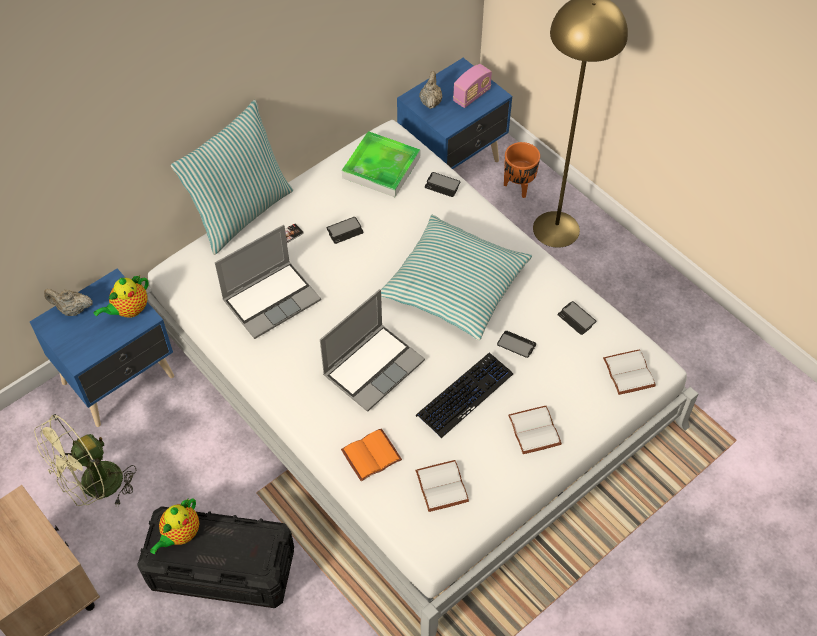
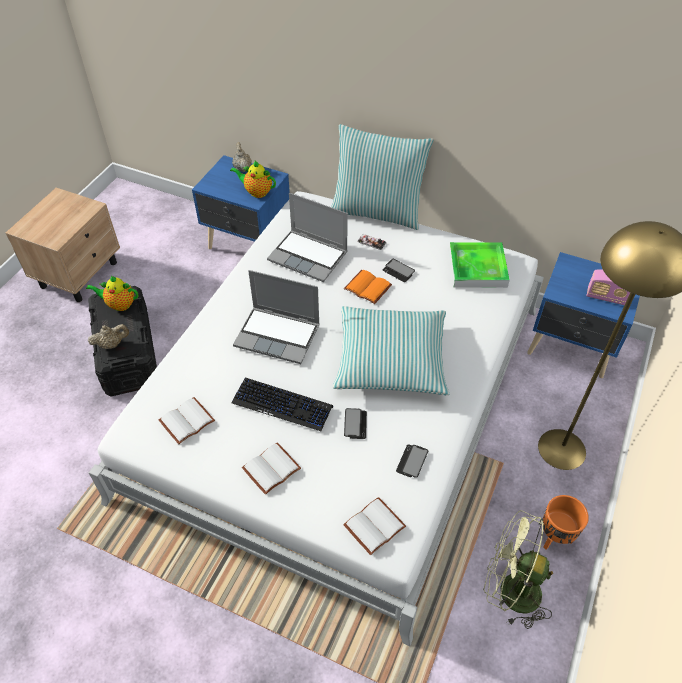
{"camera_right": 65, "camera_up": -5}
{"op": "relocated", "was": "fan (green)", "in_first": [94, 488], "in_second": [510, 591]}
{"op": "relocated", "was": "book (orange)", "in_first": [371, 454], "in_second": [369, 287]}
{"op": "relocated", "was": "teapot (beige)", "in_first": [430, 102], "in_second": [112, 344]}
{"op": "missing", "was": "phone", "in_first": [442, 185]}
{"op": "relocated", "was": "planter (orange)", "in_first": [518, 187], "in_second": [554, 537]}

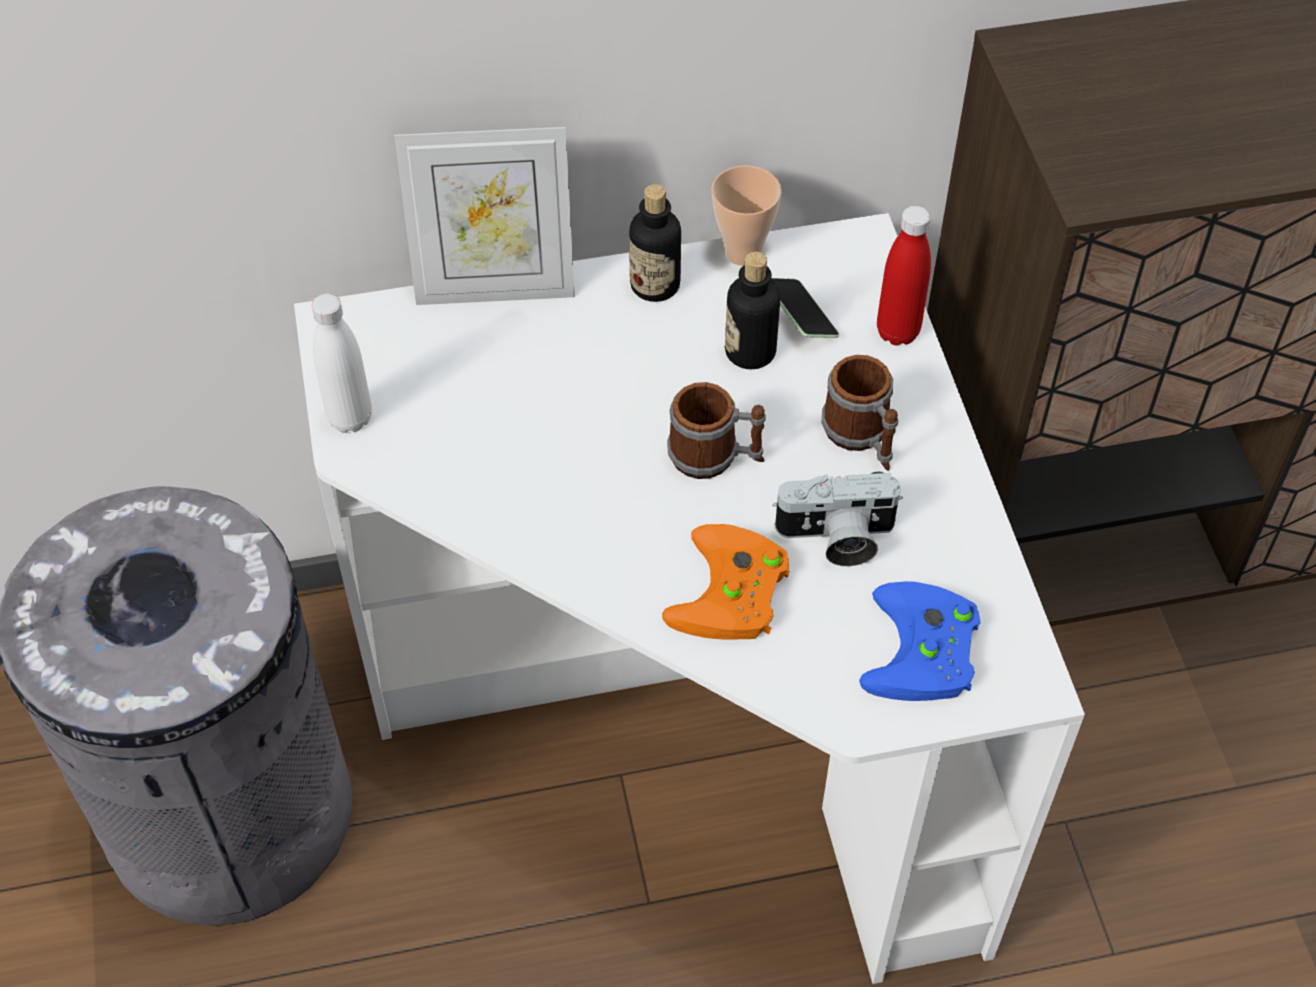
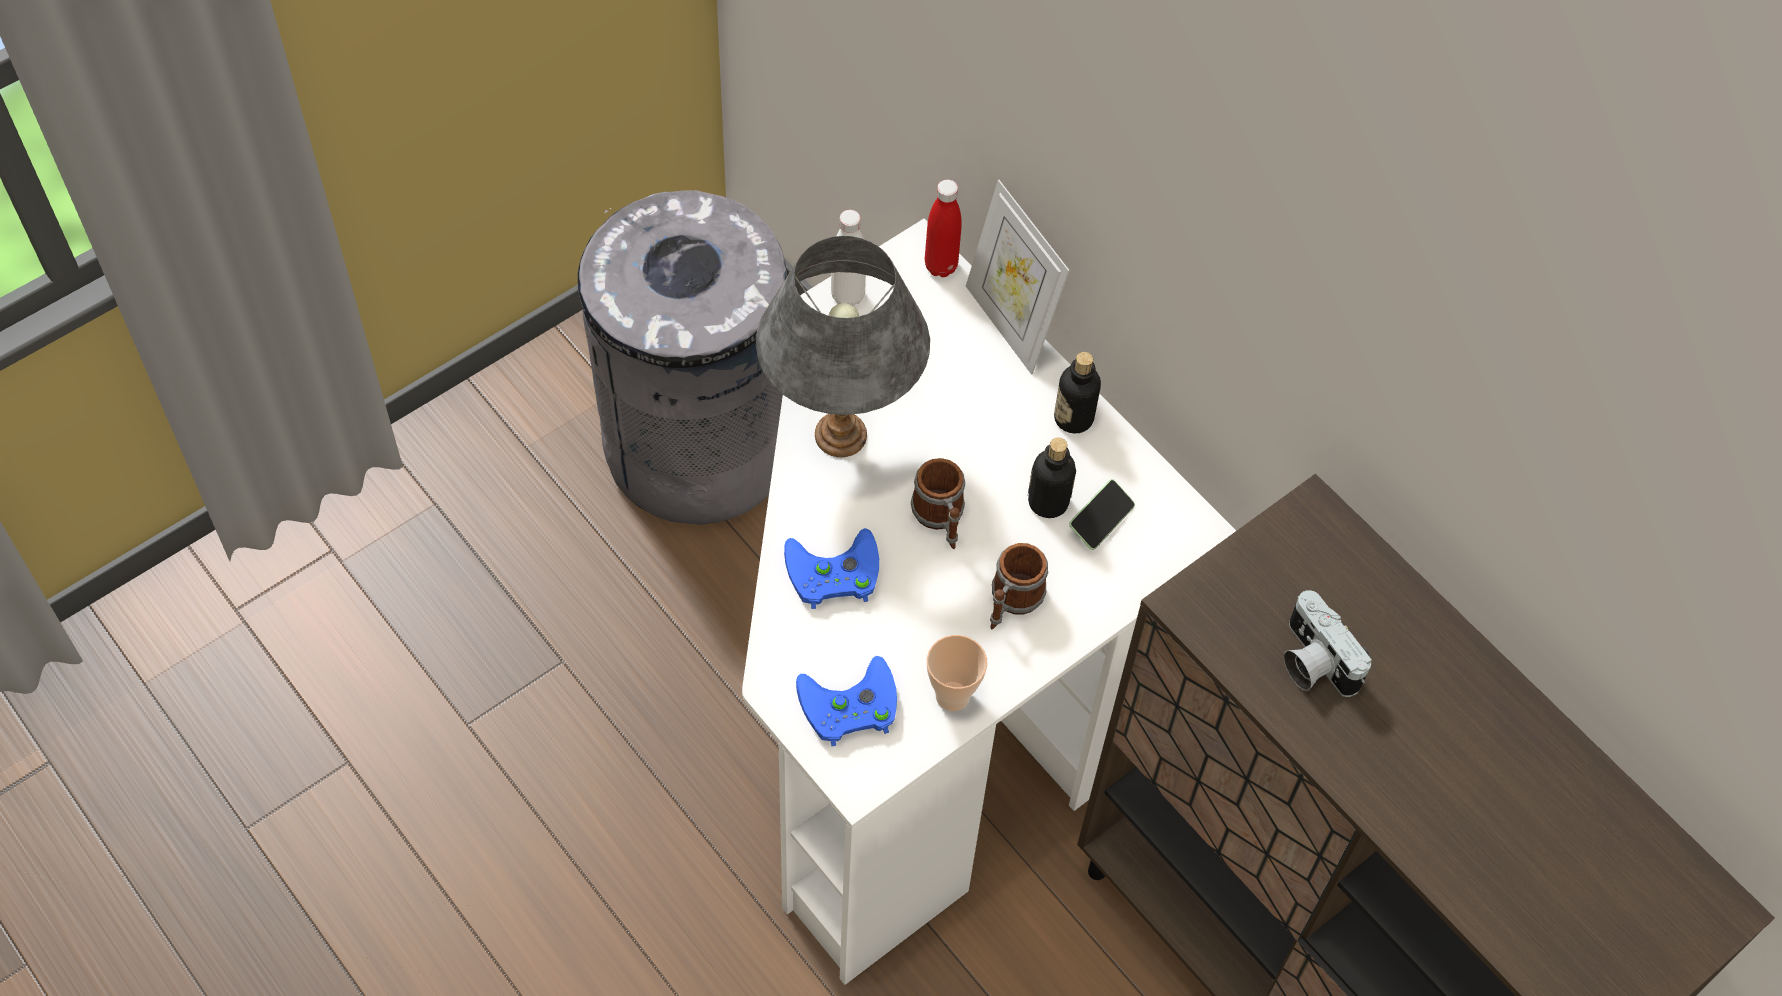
{"camera_right": 60, "camera_up": 5}
{"op": "colour", "was": "game controller (orange)", "now": "game controller (blue)", "in_first": [732, 595], "in_second": [830, 575]}
{"op": "relocated", "was": "cup", "in_first": [743, 252], "in_second": [952, 696]}
{"op": "relocated", "was": "photo camera", "in_first": [836, 538], "in_second": [1312, 661]}
{"op": "relocated", "was": "bottle (red)", "in_first": [897, 332], "in_second": [940, 266]}
{"op": "appeared", "now": "table lamp (grey)", "in_second": [842, 434]}

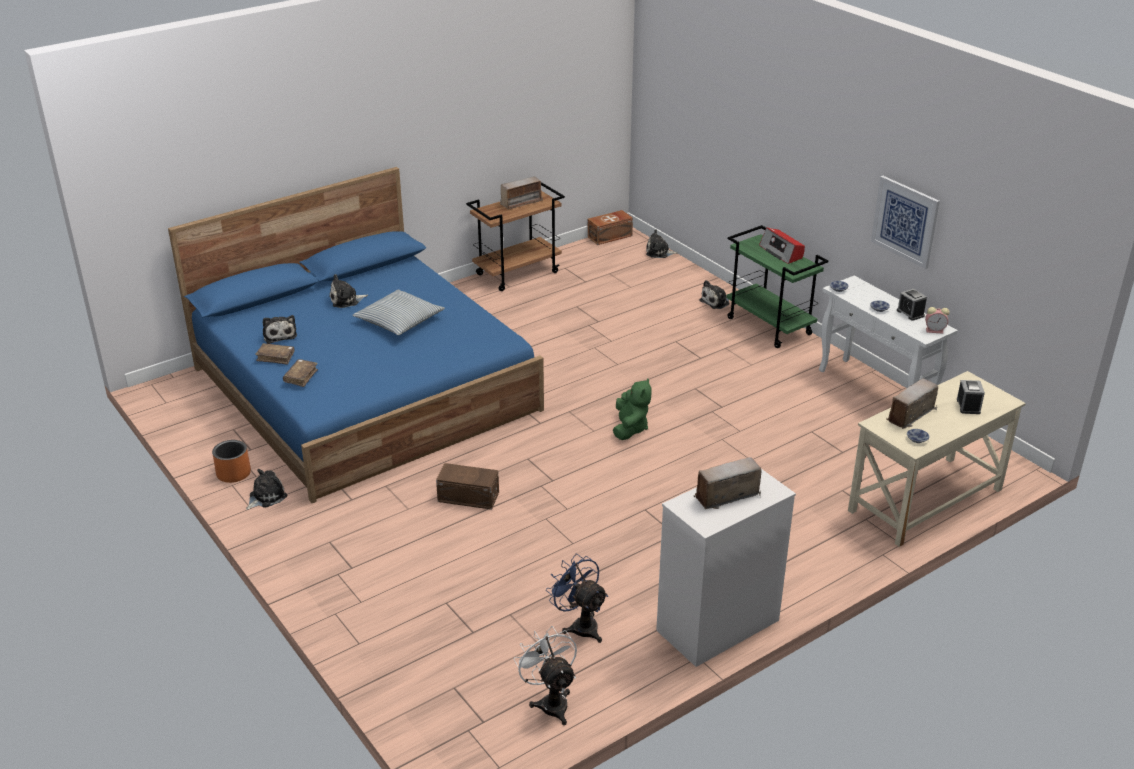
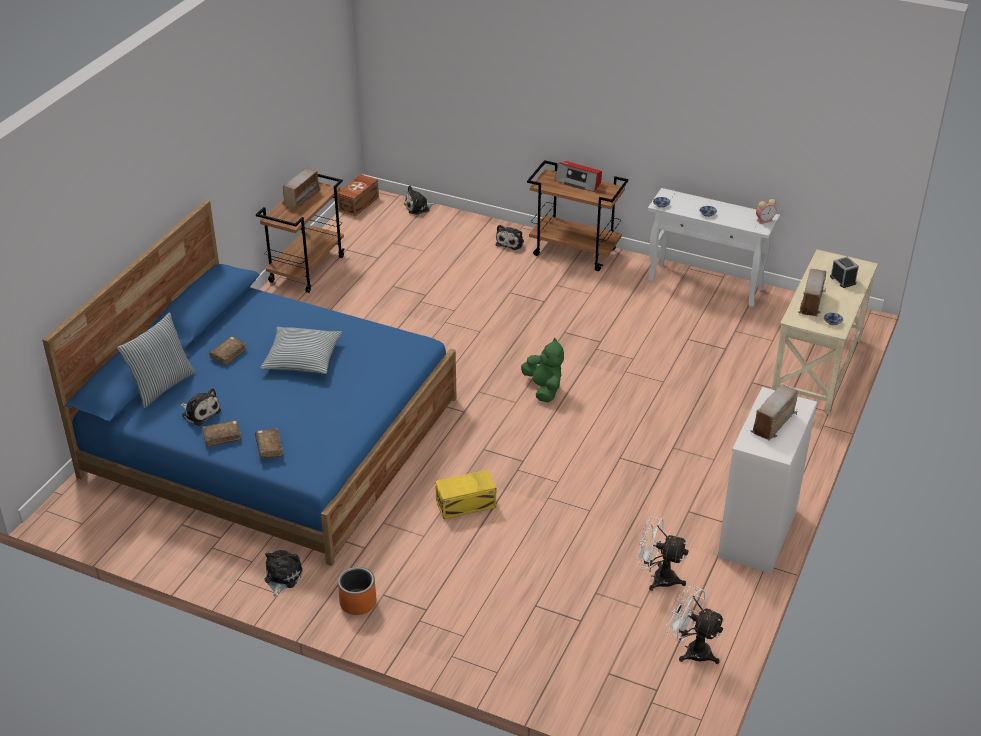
{"camera_right": -30, "camera_up": 5}
{"op": "relocated", "was": "planter (orange)", "in_first": [234, 473], "in_second": [358, 602]}
{"op": "exchanged", "was": "plush toy", "now": "book (brown)", "in_first": [346, 300], "in_second": [228, 354]}
{"op": "colour", "was": "storage box (brown)", "now": "storage box (yellow)", "in_first": [469, 497], "in_second": [467, 504]}
{"op": "colour", "was": "fan (blue)", "now": "fan (white)", "in_first": [580, 625], "in_second": [657, 578]}
{"op": "colour", "was": "cart (green)", "now": "cart (brown)", "in_first": [770, 326], "in_second": [575, 252]}
{"op": "missing", "was": "picture", "in_first": [905, 221]}
{"op": "missing", "was": "alarm clock", "in_first": [910, 313]}
{"op": "appeared", "now": "pillow", "in_second": [162, 385]}

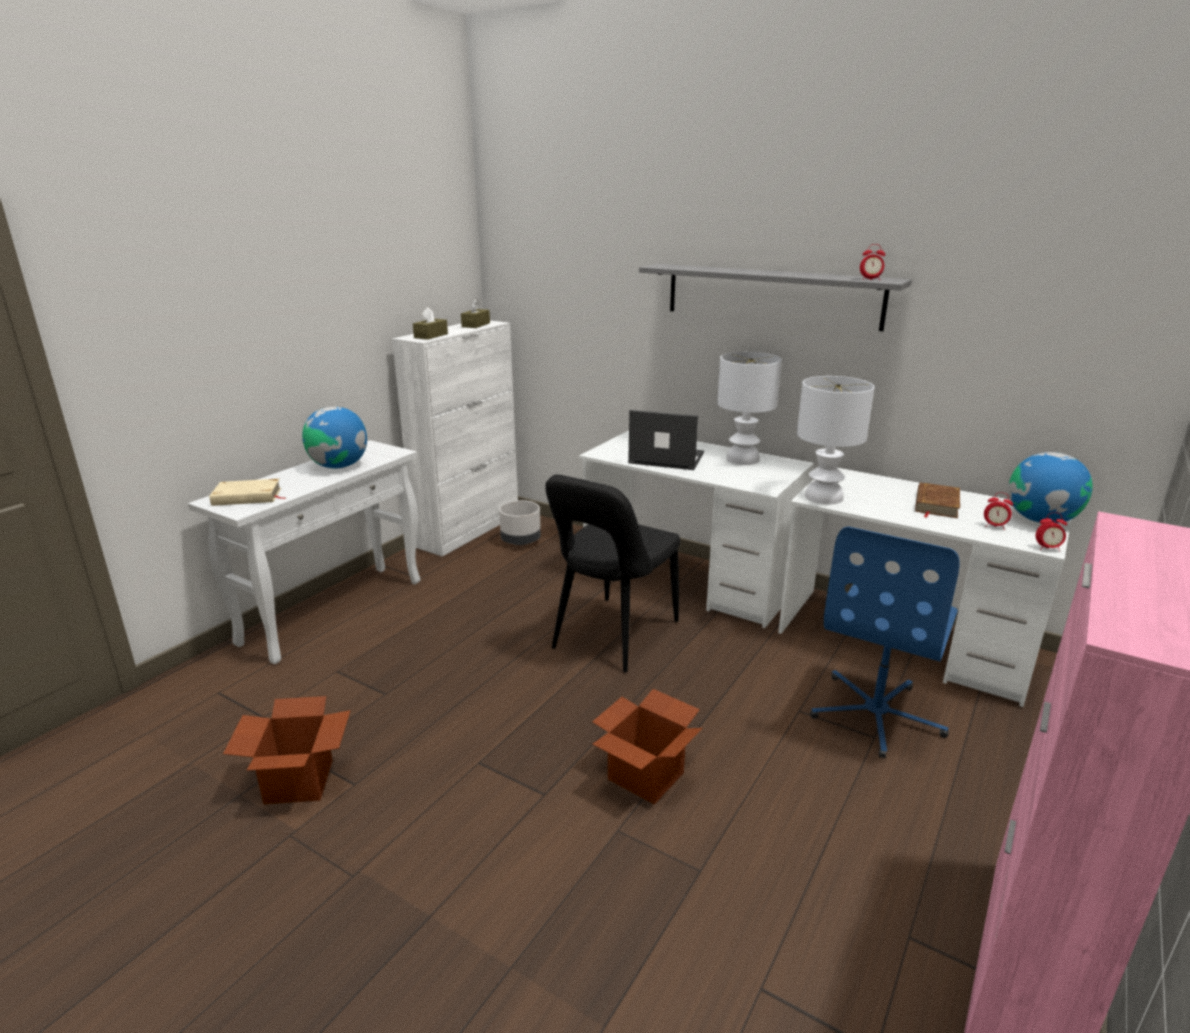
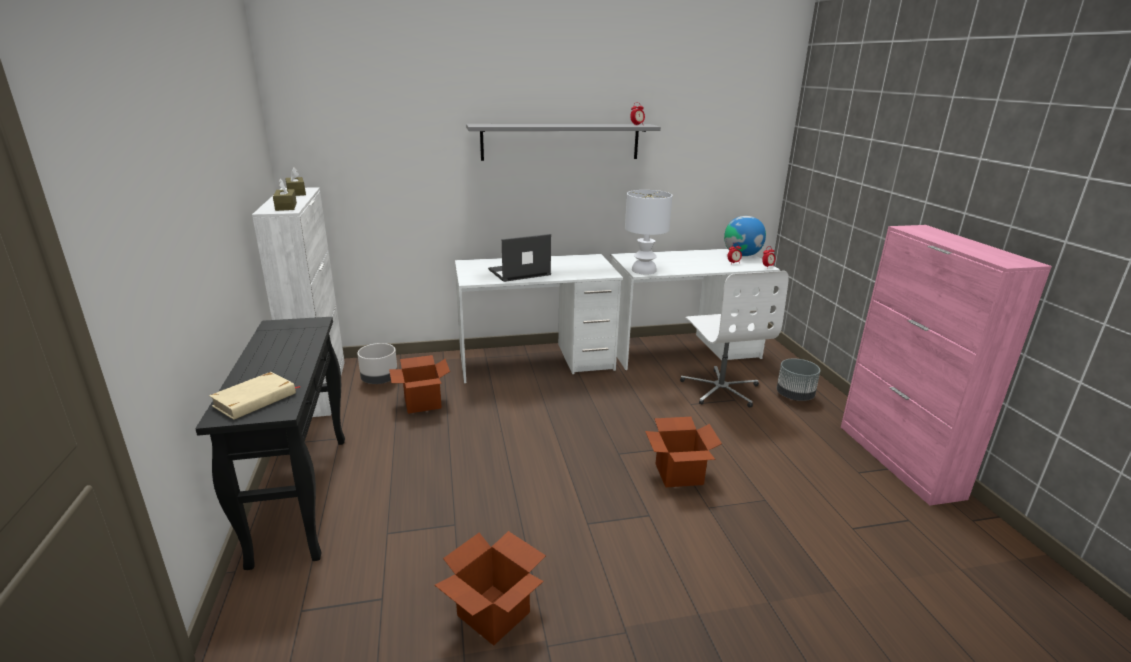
{"camera_right": -45, "camera_up": 0}
{"op": "colour", "was": "console table (white)", "now": "console table (black)", "in_first": [334, 610], "in_second": [301, 495]}
{"op": "missing", "was": "globe", "in_first": [339, 466]}
{"op": "missing", "was": "chair (black)", "in_first": [612, 637]}
{"op": "missing", "was": "table lamp (white)", "in_first": [742, 459]}
{"op": "colour", "was": "office chair (blue)", "now": "office chair (white)", "in_first": [876, 714], "in_second": [721, 389]}
{"op": "missing", "was": "book (brown)", "in_first": [936, 504]}
{"op": "appeared", "now": "cardboard box", "in_second": [422, 403]}
{"op": "appeared", "now": "planter (grey)", "in_second": [795, 396]}

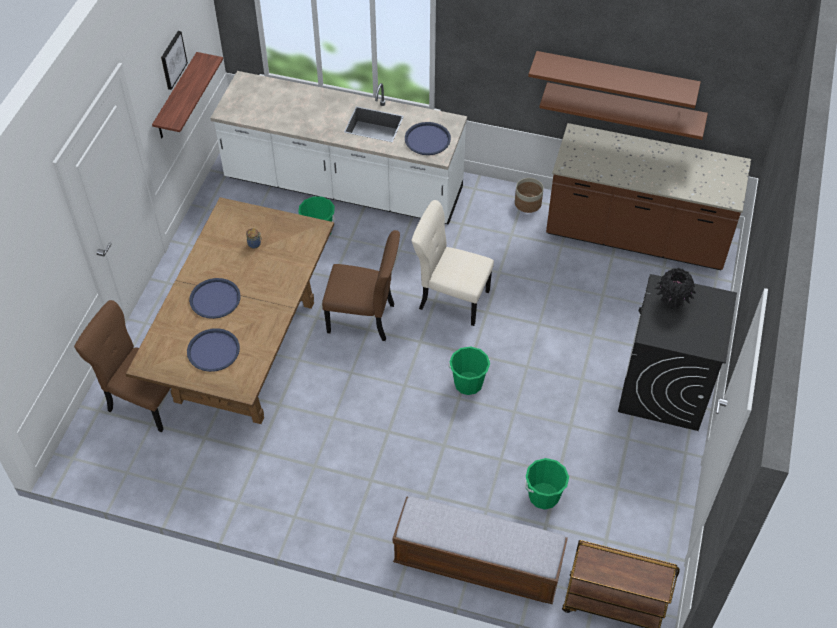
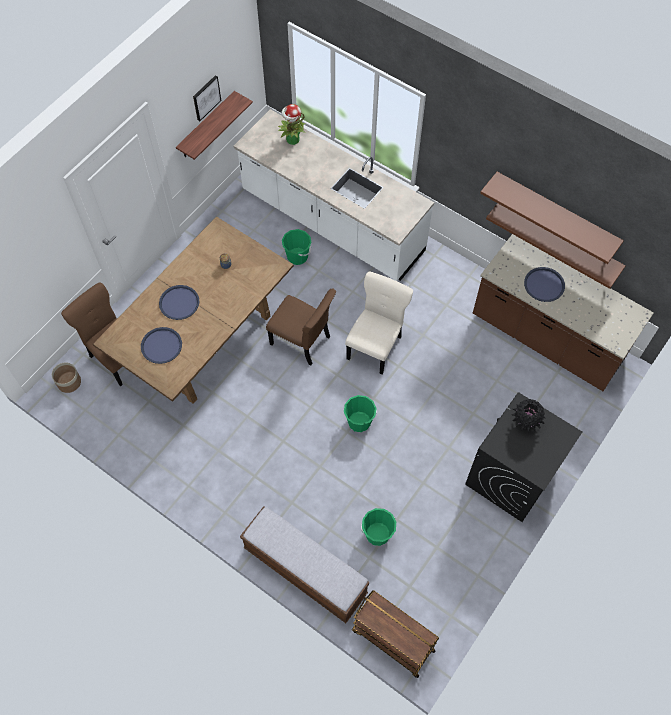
{"camera_right": 20, "camera_up": 10}
{"op": "relocated", "was": "tray (blue)", "in_first": [427, 139], "in_second": [544, 285]}
{"op": "spun", "was": "chair (beige)", "in_first": [451, 299], "in_second": [375, 346], "clockwise": 75}
{"op": "relocated", "was": "planter", "in_first": [527, 203], "in_second": [69, 382]}
{"op": "appeared", "now": "potted plant", "in_second": [292, 140]}

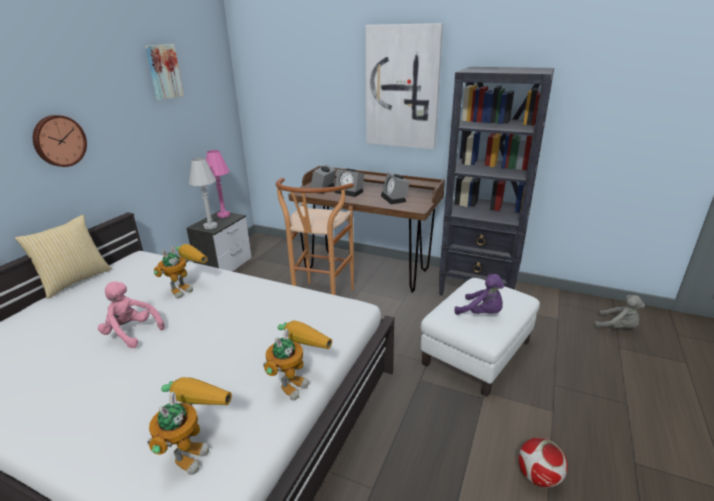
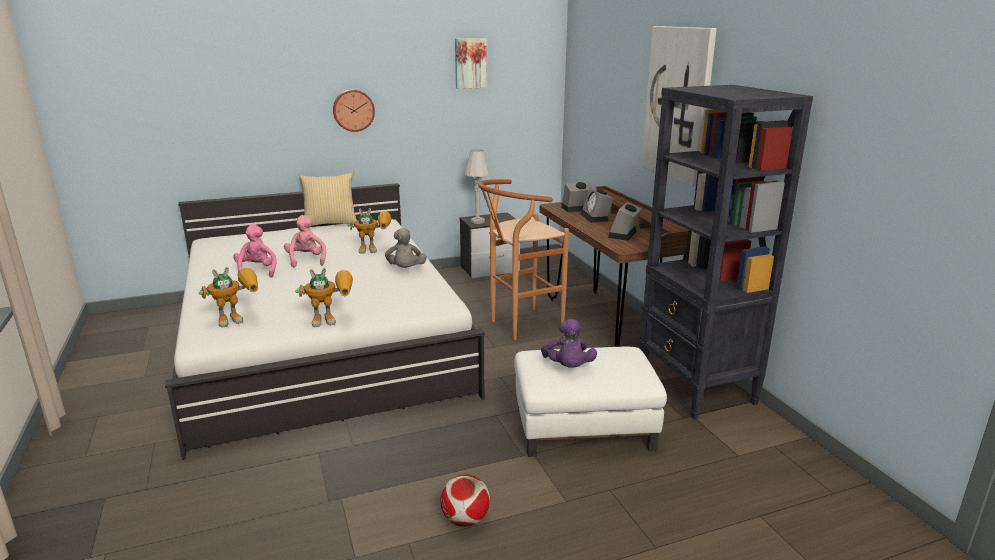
{"camera_right": 45, "camera_up": -5}
{"op": "missing", "was": "table lamp (pink)", "in_first": [223, 215]}
{"op": "relocated", "was": "plush toy (grey)", "in_first": [617, 327], "in_second": [406, 270]}
{"op": "appeared", "now": "plush toy (pink)", "in_second": [257, 271]}

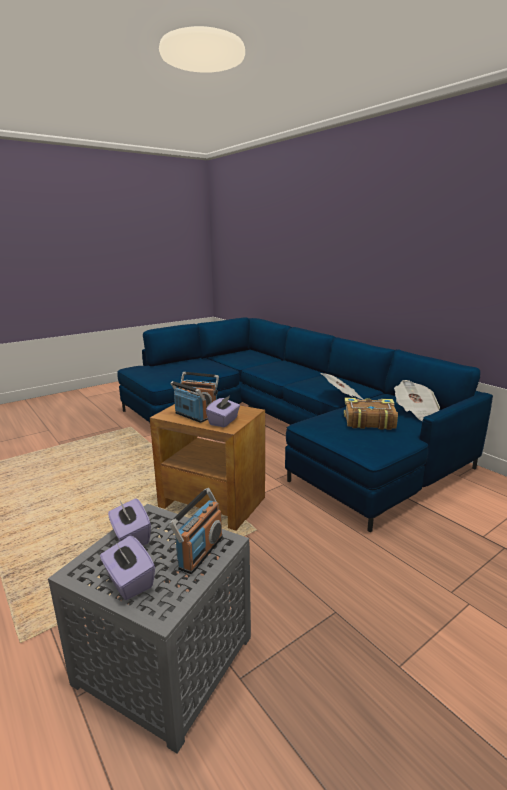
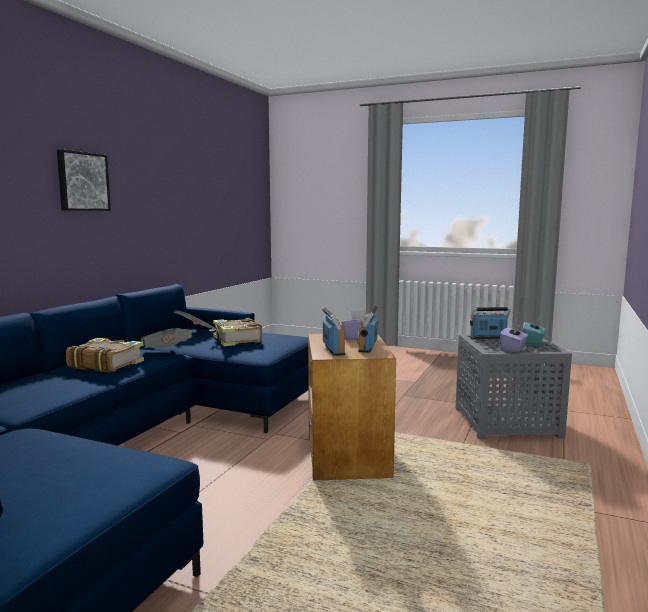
{"camera_right": -120, "camera_up": -10}
{"op": "colour", "was": "tissue box (purple)", "now": "tissue box (turquoise)", "in_first": [129, 581], "in_second": [533, 342]}
{"op": "appeared", "now": "picture", "in_second": [82, 181]}
{"op": "appeared", "now": "book", "in_second": [106, 364]}

